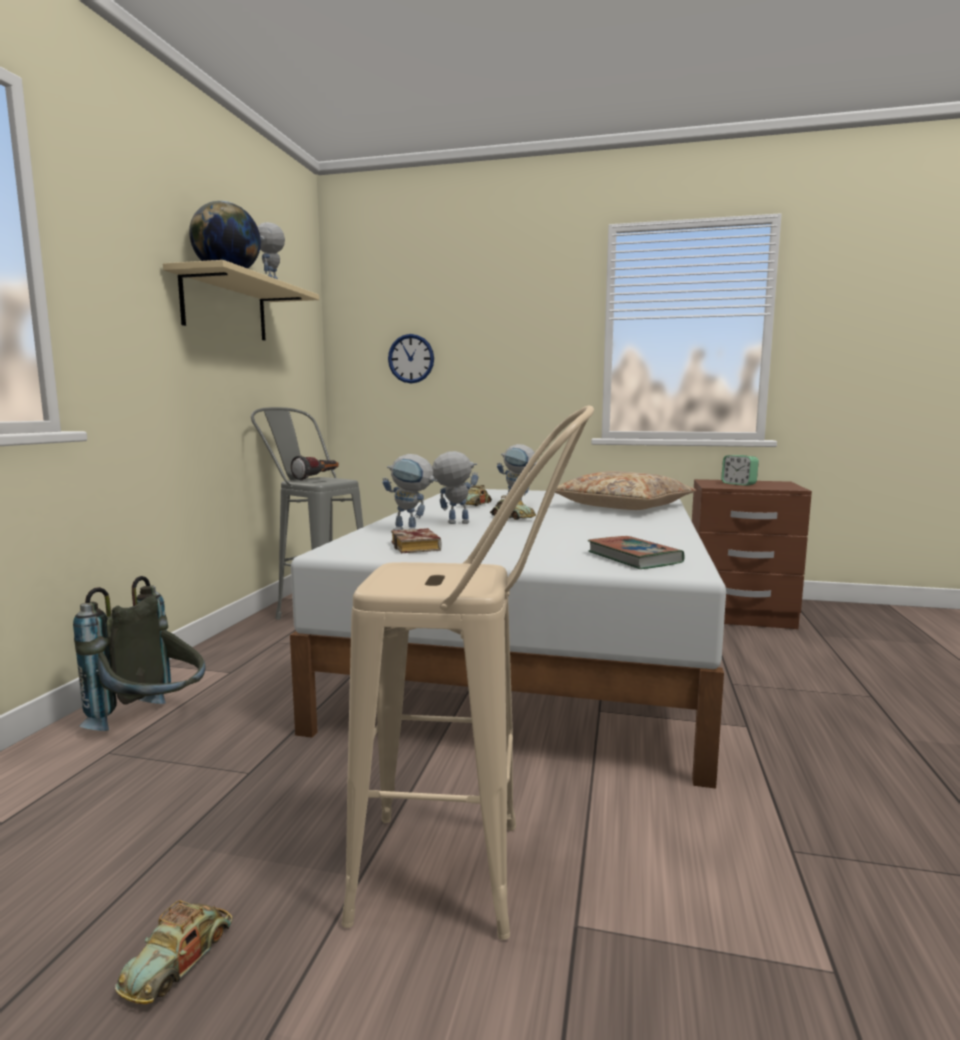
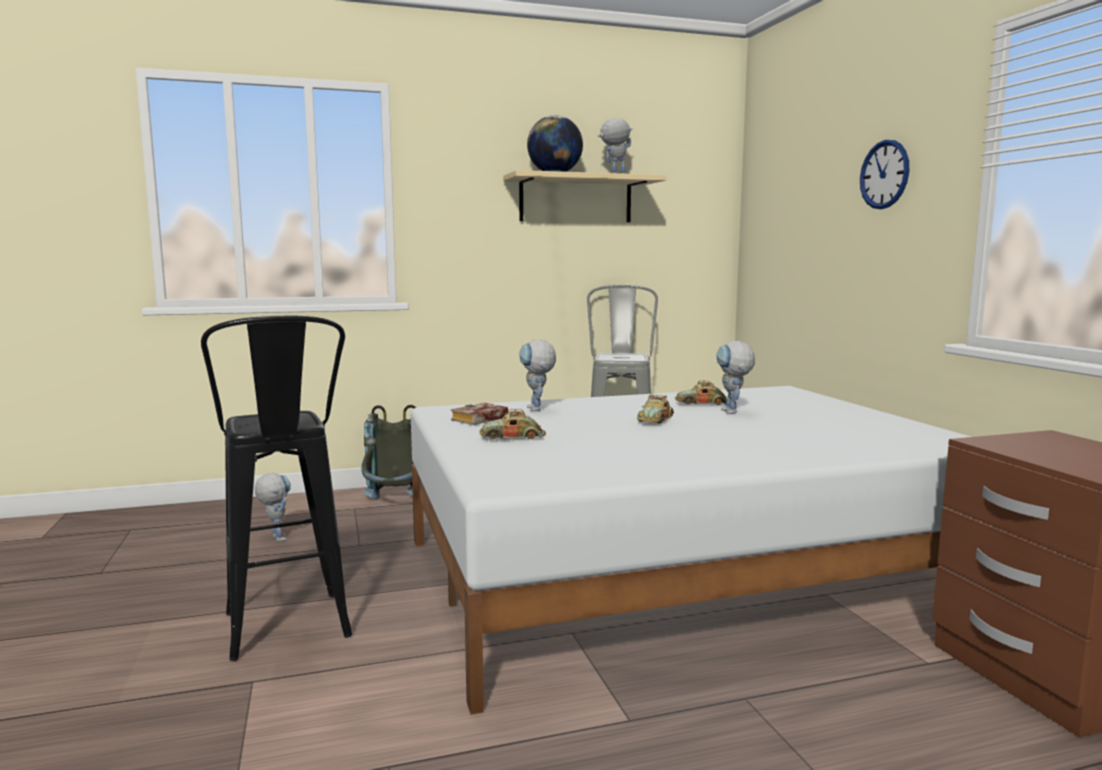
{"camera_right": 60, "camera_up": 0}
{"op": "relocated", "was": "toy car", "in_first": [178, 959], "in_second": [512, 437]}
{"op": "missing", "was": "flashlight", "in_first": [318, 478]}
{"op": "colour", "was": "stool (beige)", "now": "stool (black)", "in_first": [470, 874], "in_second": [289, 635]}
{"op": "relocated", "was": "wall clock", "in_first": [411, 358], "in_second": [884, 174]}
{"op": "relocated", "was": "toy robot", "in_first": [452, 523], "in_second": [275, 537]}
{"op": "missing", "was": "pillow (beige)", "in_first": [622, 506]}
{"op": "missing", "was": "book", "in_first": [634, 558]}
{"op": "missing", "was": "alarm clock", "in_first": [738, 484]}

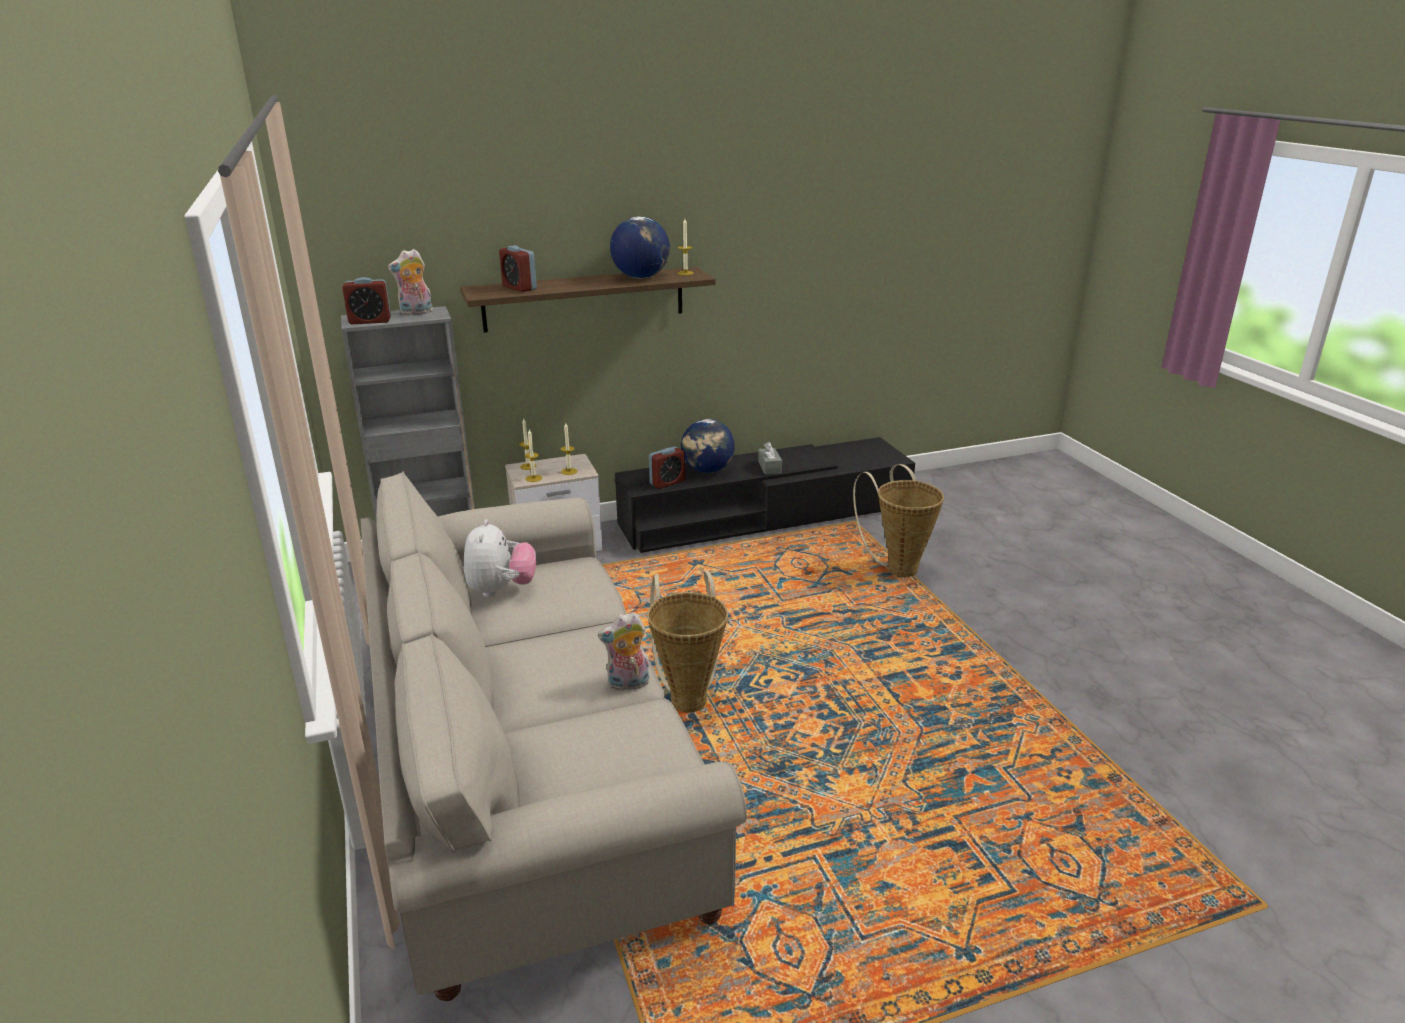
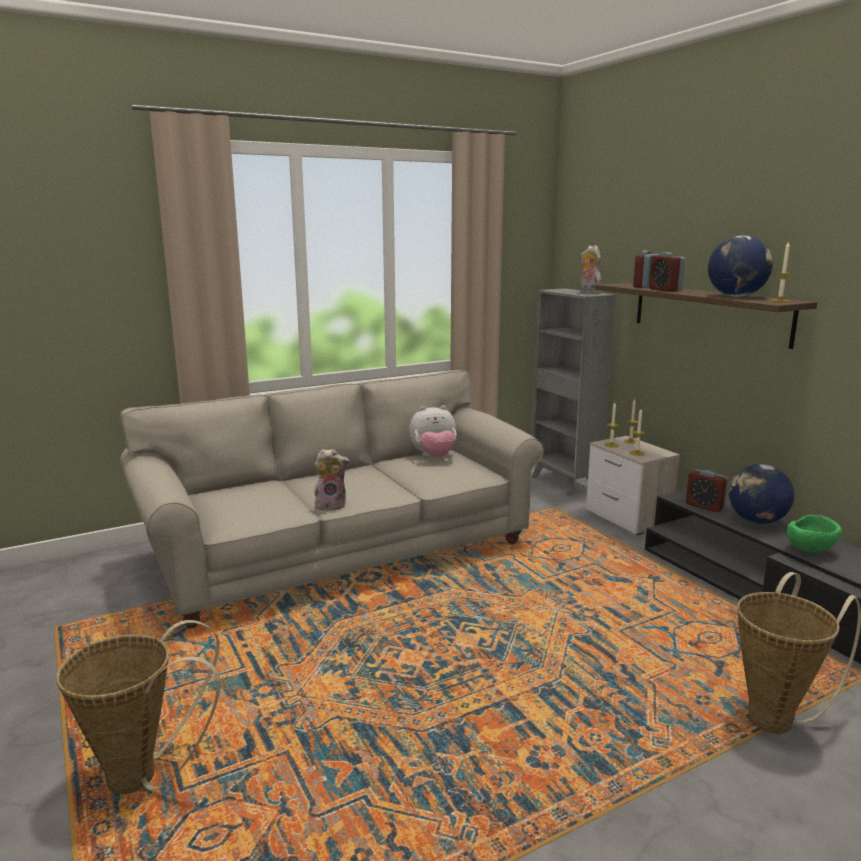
{"camera_right": 80, "camera_up": -10}
{"op": "relocated", "was": "alarm clock", "in_first": [370, 321], "in_second": [665, 290]}
{"op": "spun", "was": "plush toy", "in_first": [628, 684], "in_second": [331, 505], "clockwise": 105}
{"op": "relocated", "was": "basket", "in_first": [688, 696], "in_second": [144, 777]}
{"op": "exchanged", "was": "tissue box (grey)", "now": "bowl (green)", "in_first": [769, 467], "in_second": [810, 551]}

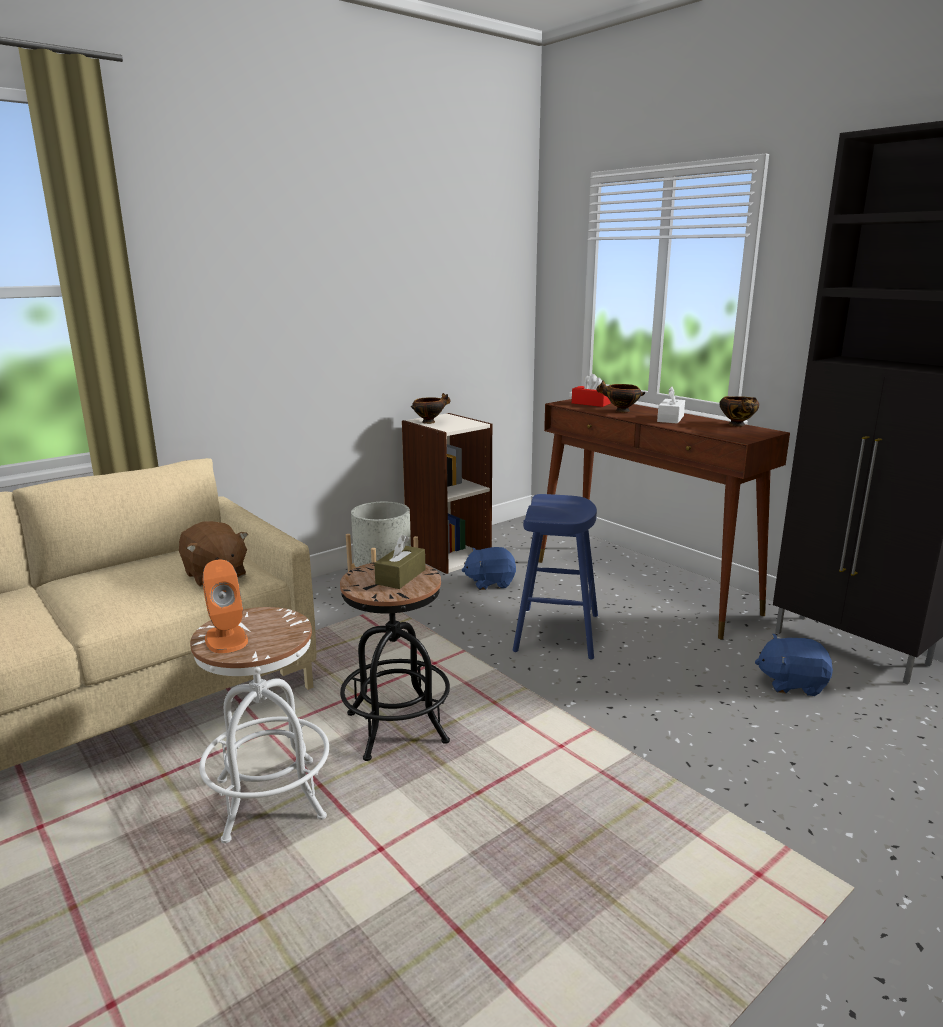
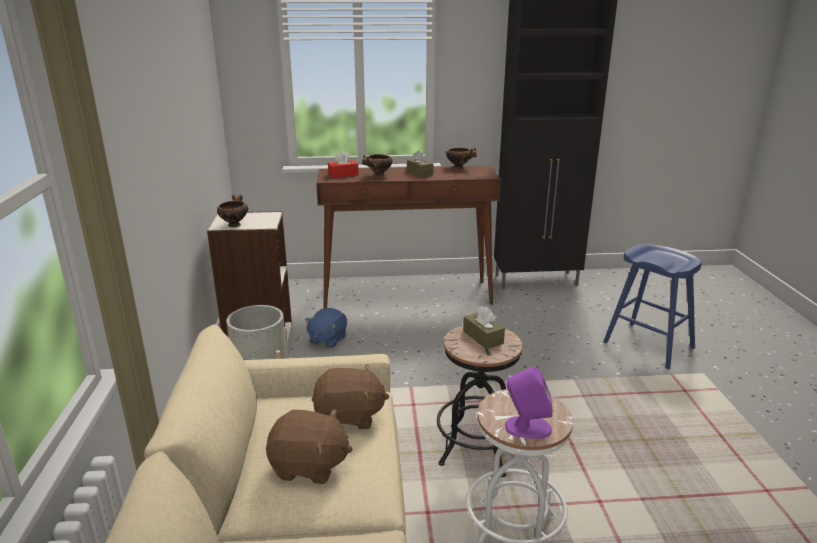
{"camera_right": -55, "camera_up": 5}
{"op": "colour", "was": "speaker (orange)", "now": "speaker (purple)", "in_first": [226, 639], "in_second": [527, 427]}
{"op": "relocated", "was": "stool (blue)", "in_first": [557, 632], "in_second": [648, 345]}
{"op": "colour", "was": "tissue box (white)", "now": "tissue box (brown)", "in_first": [670, 419], "in_second": [420, 173]}
{"op": "missing", "was": "plush toy (blue)", "in_first": [791, 683]}
{"op": "appeared", "now": "plush toy (brown)", "in_second": [309, 466]}

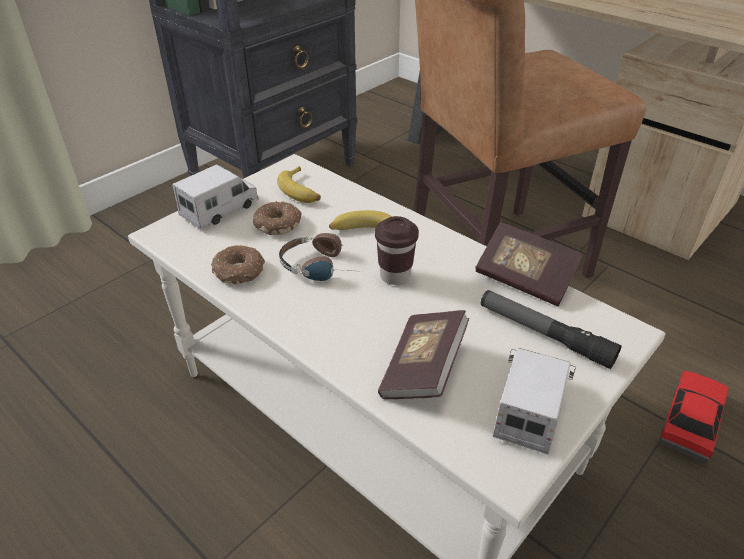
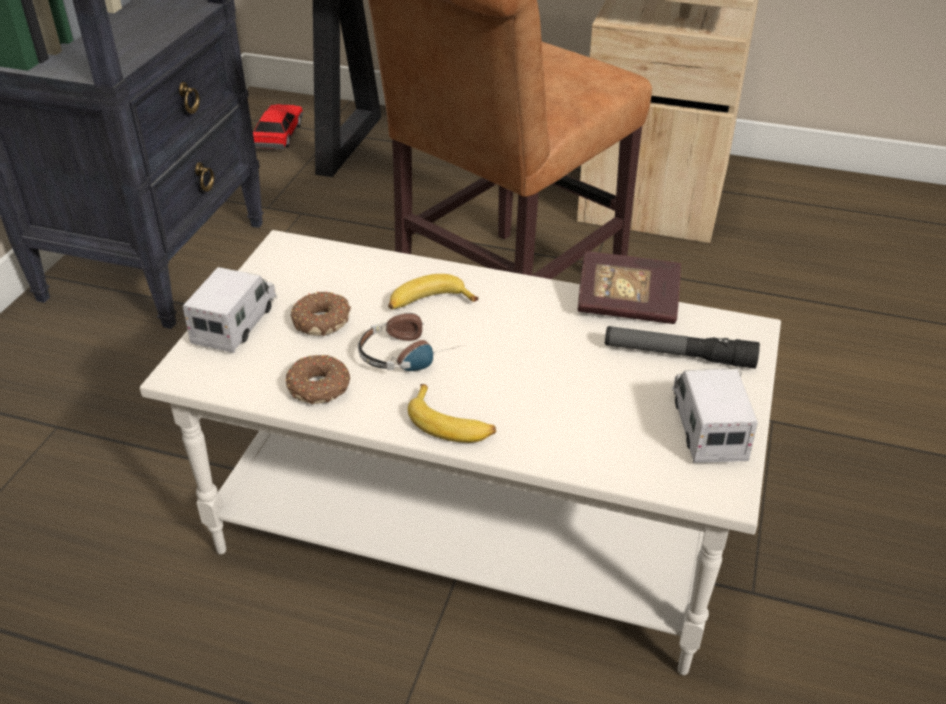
{"camera_right": -25, "camera_up": 0}
{"op": "relocated", "was": "banana", "in_first": [301, 191], "in_second": [451, 424]}
{"op": "missing", "was": "cup (brown)", "in_first": [395, 276]}
{"op": "missing", "was": "book", "in_first": [423, 369]}
{"op": "relocated", "was": "toy car", "in_first": [690, 420], "in_second": [279, 135]}

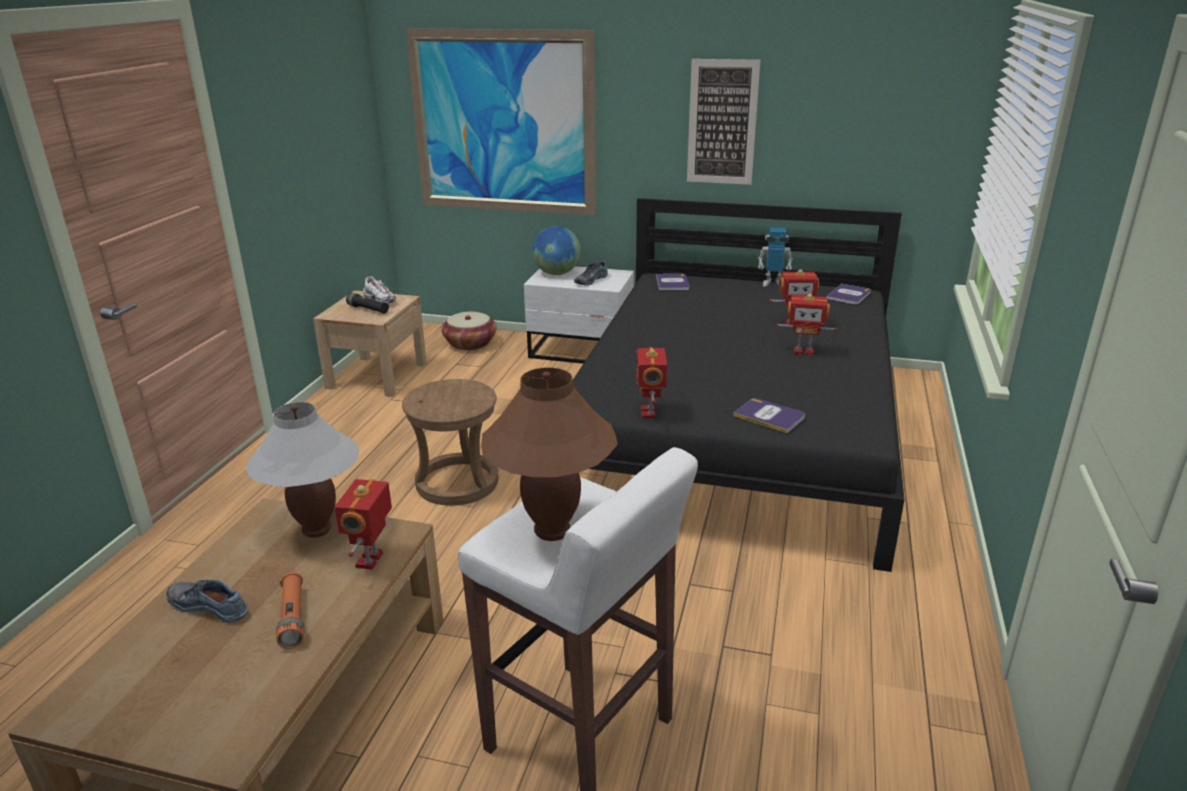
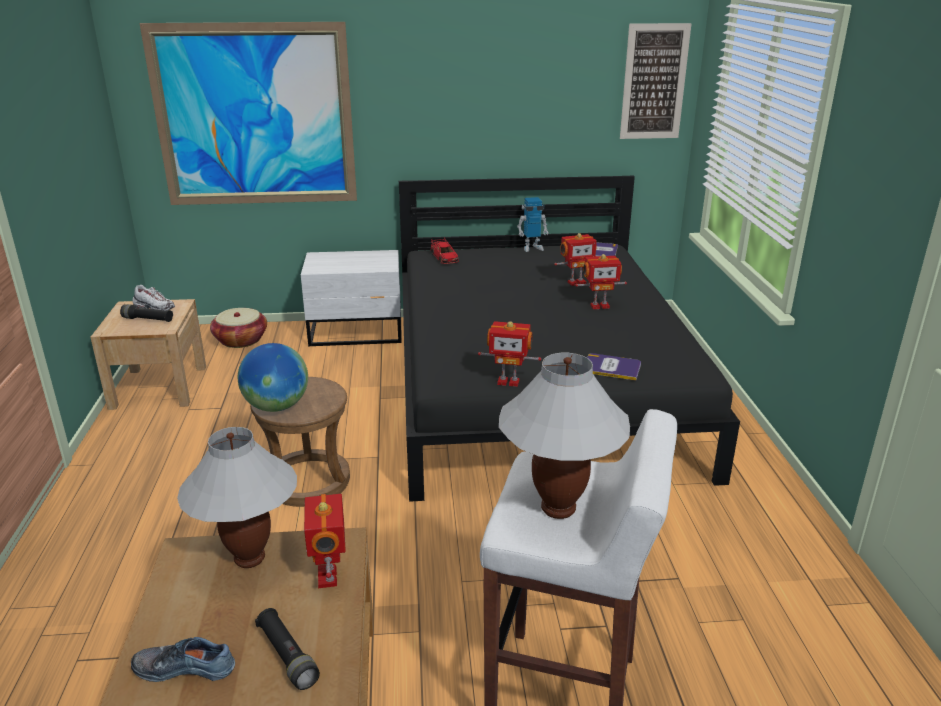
{"camera_right": -20, "camera_up": 0}
{"op": "colour", "was": "flashlight (orange)", "now": "flashlight (black)", "in_first": [293, 618], "in_second": [287, 656]}
{"op": "colour", "was": "table lamp (brown)", "now": "table lamp (white)", "in_first": [551, 531], "in_second": [558, 509]}
{"op": "relocated", "was": "globe", "in_first": [556, 273], "in_second": [276, 406]}
{"op": "missing", "was": "shoe", "in_first": [590, 280]}
{"op": "spun", "was": "toy robot", "in_first": [650, 413], "in_second": [508, 381], "clockwise": -60}
{"op": "exchanged", "was": "book", "now": "toy car (red)", "in_first": [672, 283], "in_second": [444, 257]}
{"op": "relocated", "was": "picture", "in_first": [722, 122], "in_second": [654, 82]}

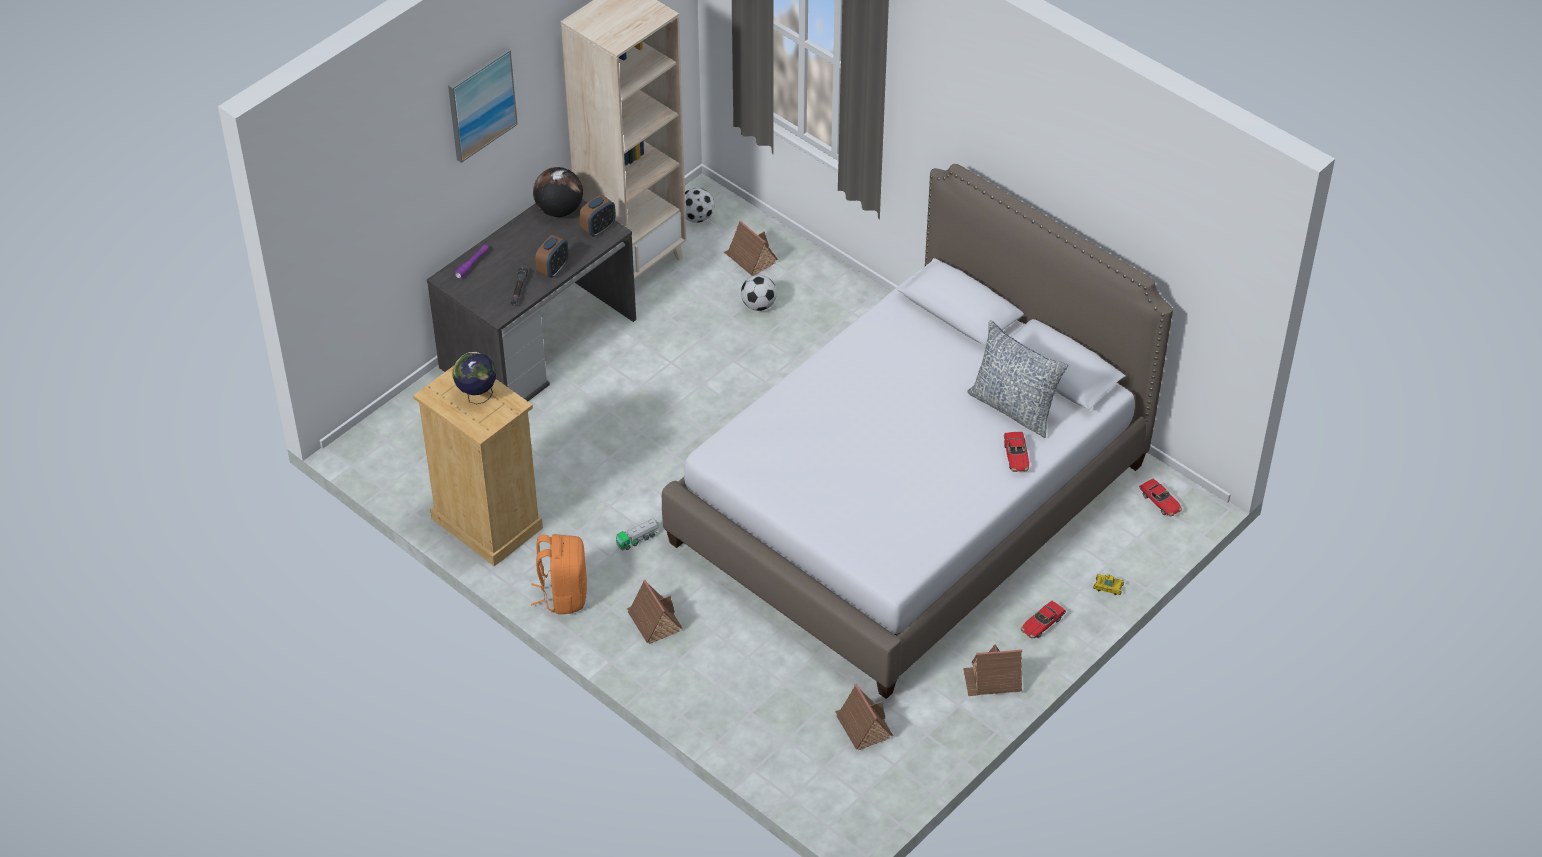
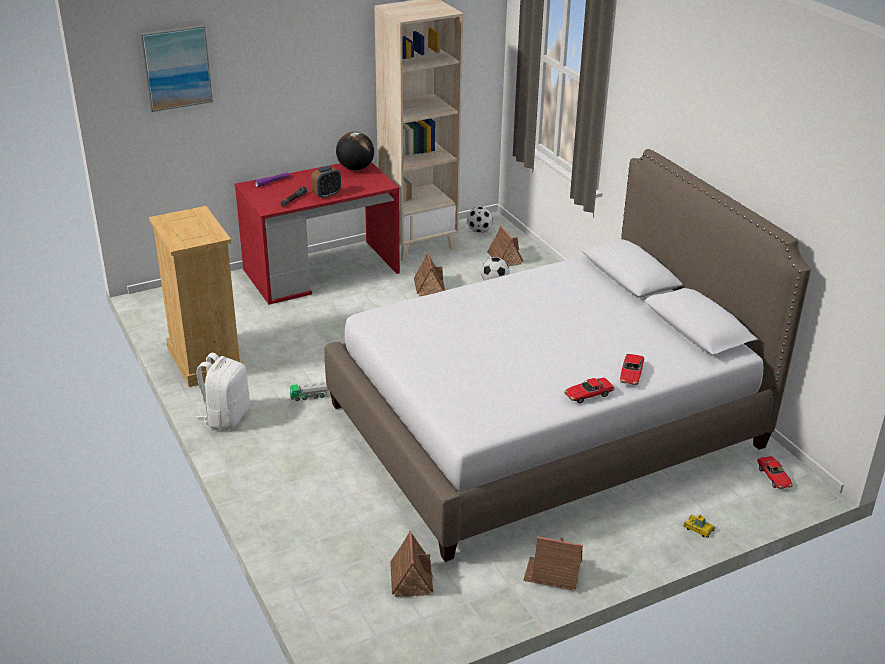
{"camera_right": 20, "camera_up": -15}
{"op": "colour", "was": "desk (grey)", "now": "desk (red)", "in_first": [538, 343], "in_second": [321, 271]}
{"op": "relocated", "was": "picture", "in_first": [481, 103], "in_second": [176, 67]}
{"op": "missing", "was": "globe", "in_first": [477, 396]}
{"op": "colour", "was": "backpack (orange)", "now": "backpack (white)", "in_first": [563, 594], "in_second": [226, 417]}
{"op": "missing", "was": "alarm clock", "in_first": [598, 229]}
{"op": "relocated", "was": "toy house", "in_first": [653, 621], "in_second": [429, 287]}
{"op": "missing", "was": "pillow", "in_first": [1014, 408]}
{"op": "relocated", "was": "toy car", "in_first": [1042, 624], "in_second": [588, 395]}

